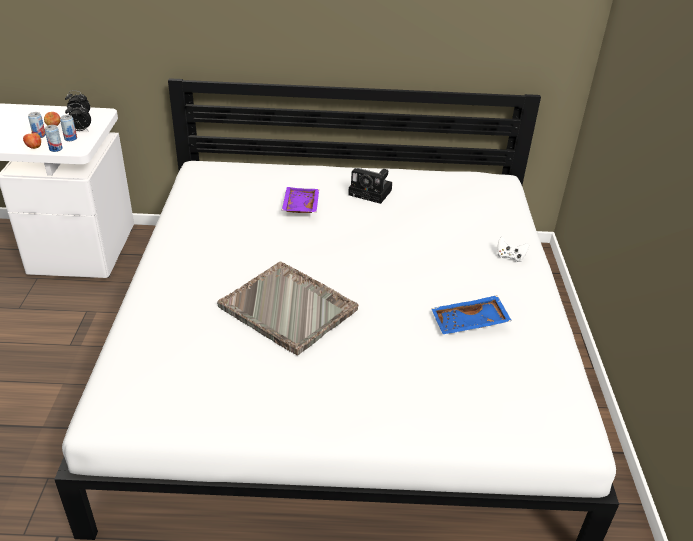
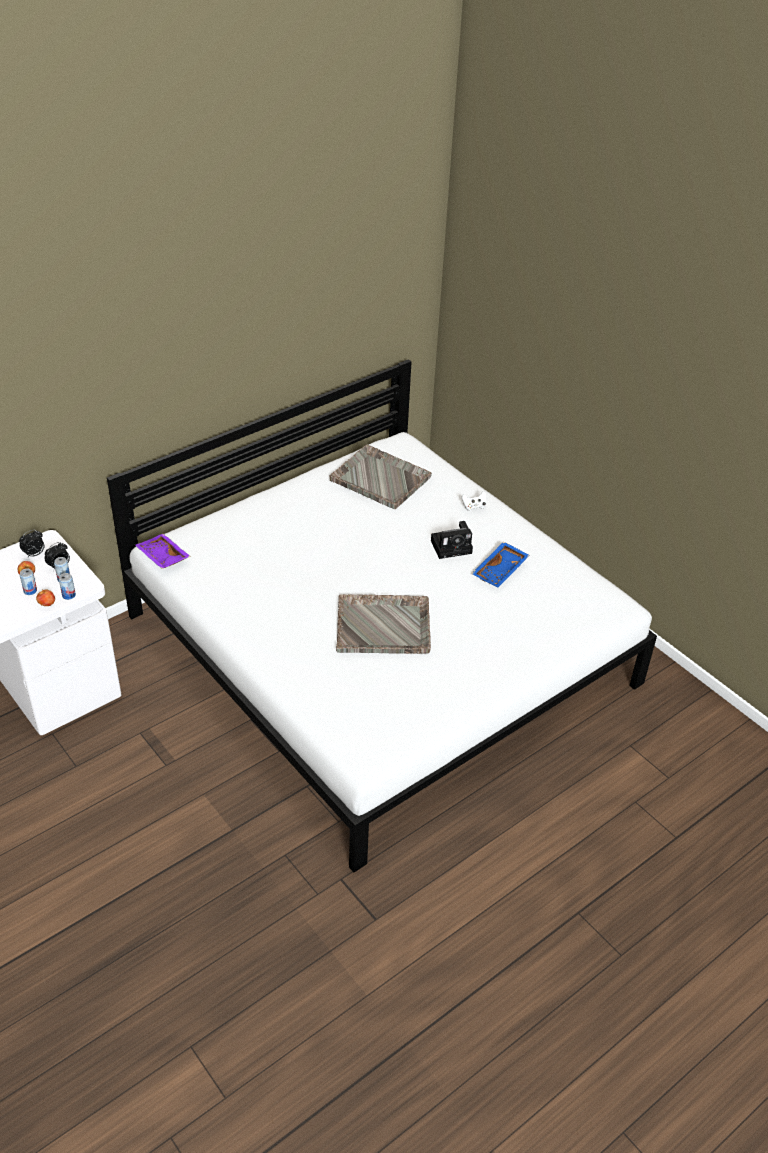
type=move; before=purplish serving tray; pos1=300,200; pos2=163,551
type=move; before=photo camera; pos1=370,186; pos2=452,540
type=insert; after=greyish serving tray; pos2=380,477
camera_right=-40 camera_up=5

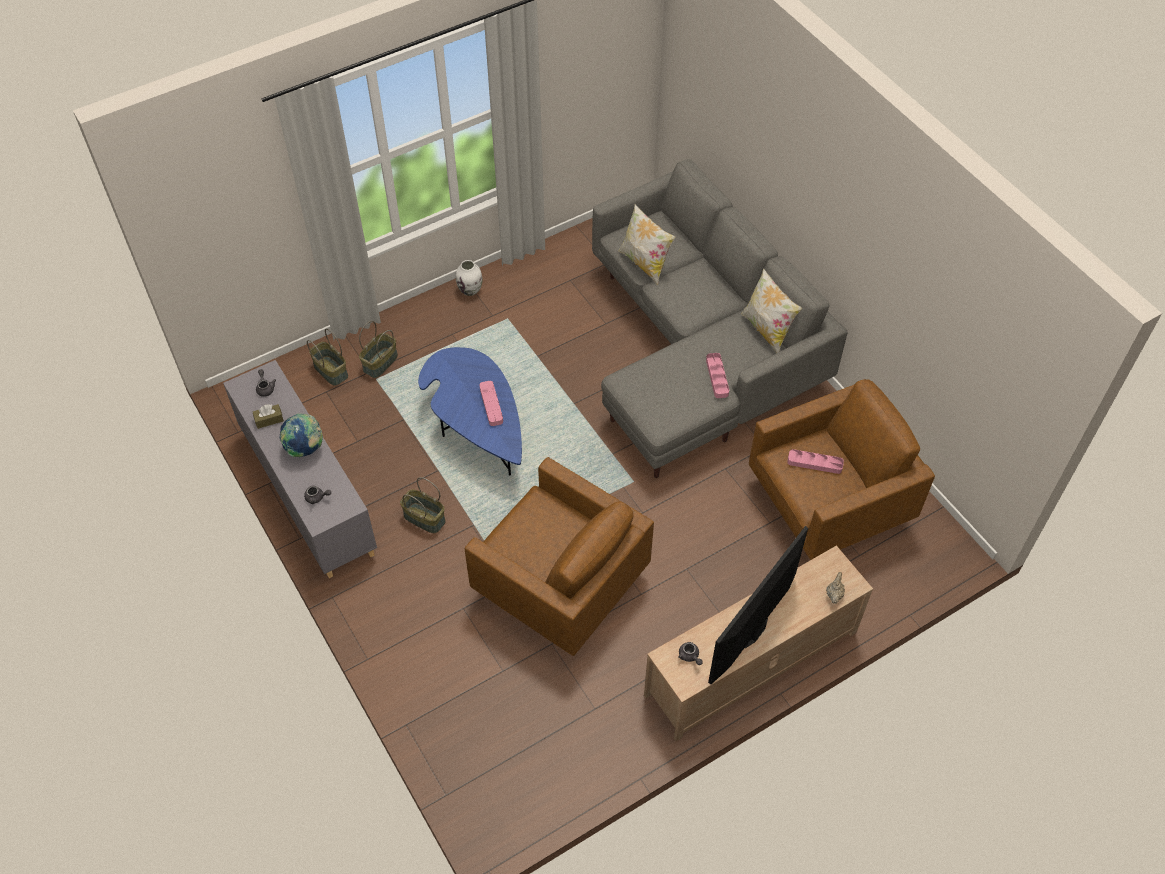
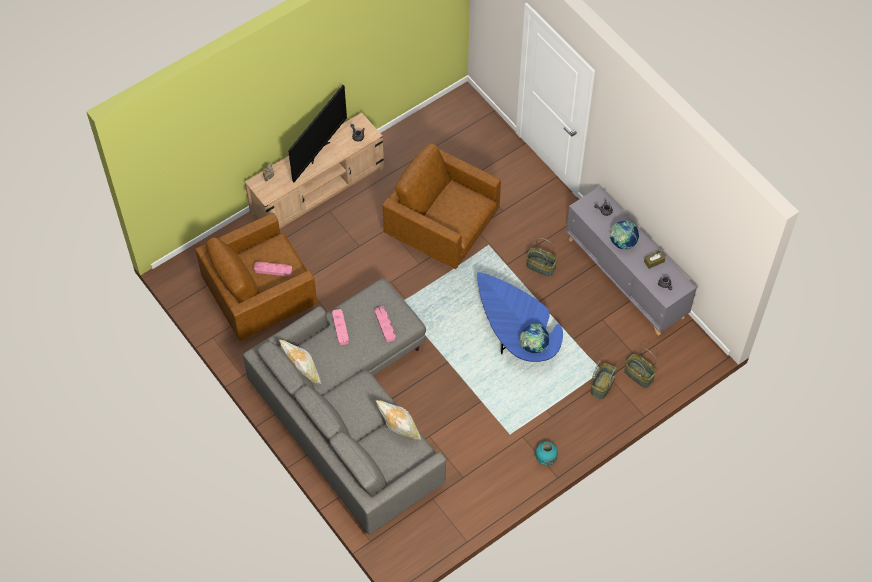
type=recolor; before=white vase; after=blue-green vase; pos1=469,278; pos2=546,453
type=move; before=pink-coloured serving tray; pos1=491,403; pos2=385,324
type=insert; after=desk globe; pos2=534,338
camera_right=175 camera_up=5

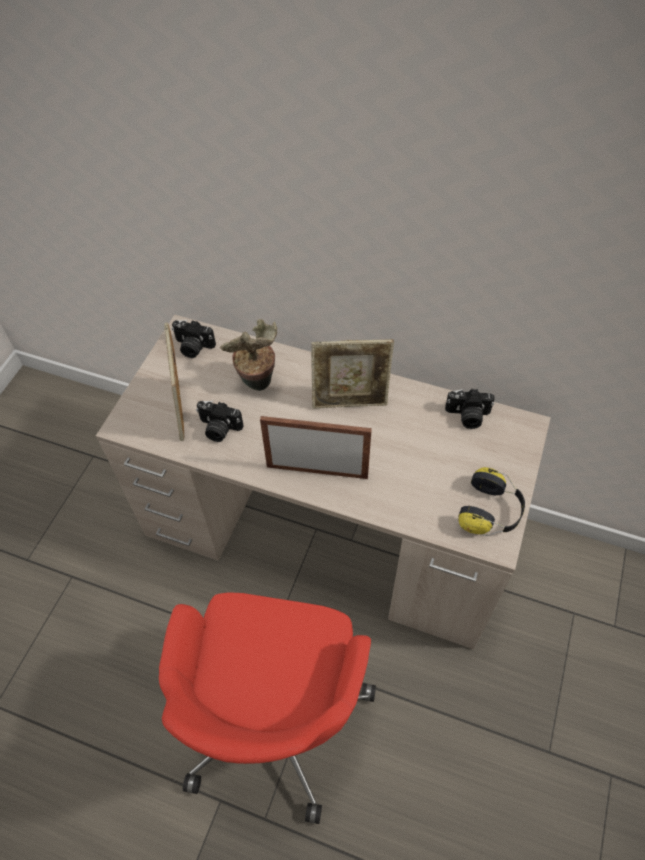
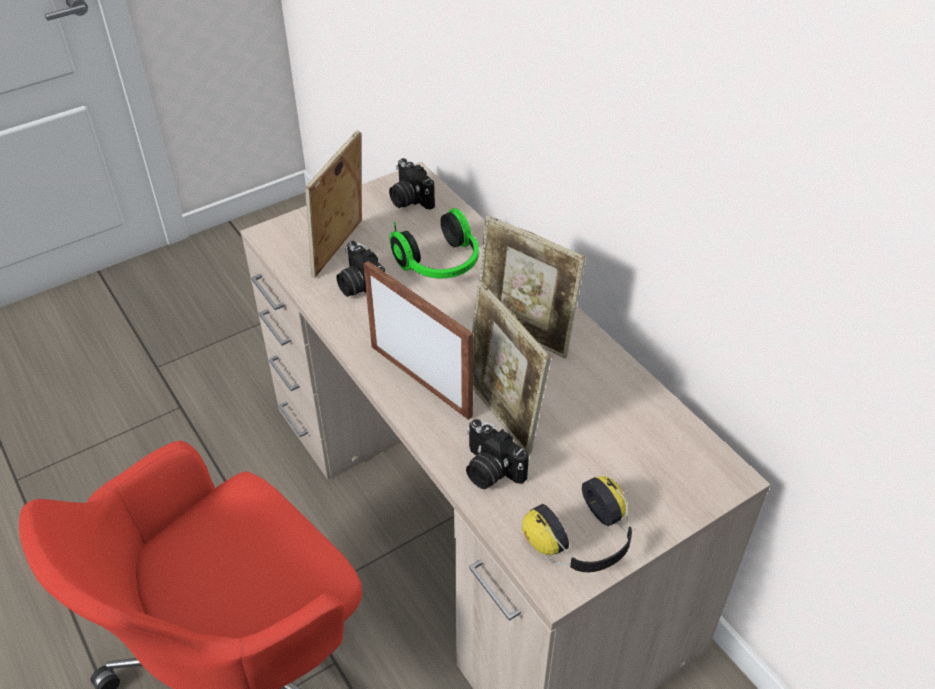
type=replace; before=potted plant; after=pair of headphones; pos1=248,355; pos2=434,243
type=move; before=photo camera; pos1=469,409; pos2=497,454
type=insert; after=standing frame; pos2=511,368
camera_right=35 camera_up=-10

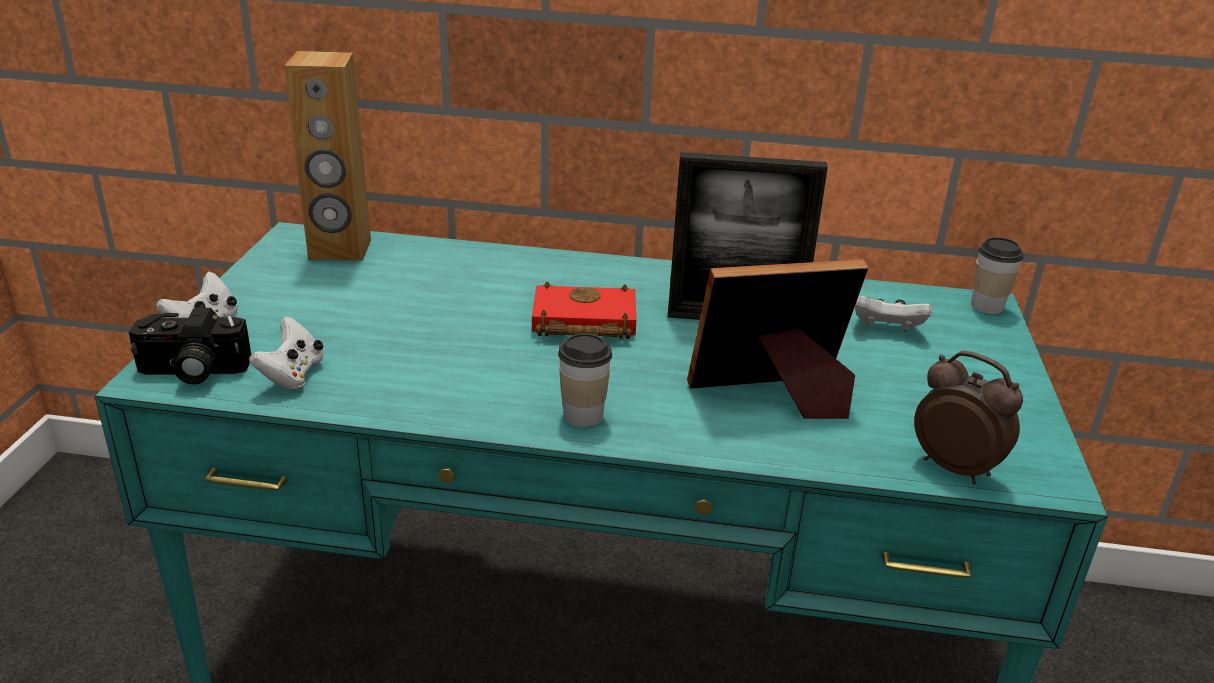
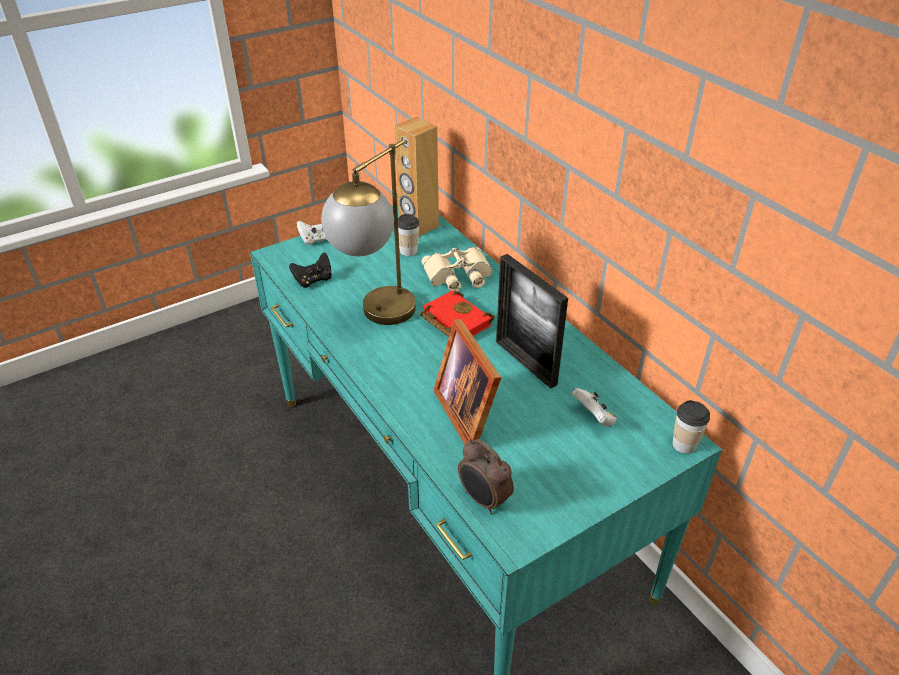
type=delete; before=photo camera; pos1=190,346
type=recolor; before=white game controller; after=black game controller; pos1=286,353; pos2=310,270
type=move; before=small cup; pos1=585,380; pos2=409,235
type=rotate; before=standing frame; pos1=777,339; pos2=467,382; turn=-150
type=rotate; before=table clock; pos1=968,417; pos2=486,476; turn=135
type=insert; after=table lamp; pos2=368,232
type=insert; after=beige-coloured pair of binoculars; pos2=457,269
camera_right=50 camera_up=10

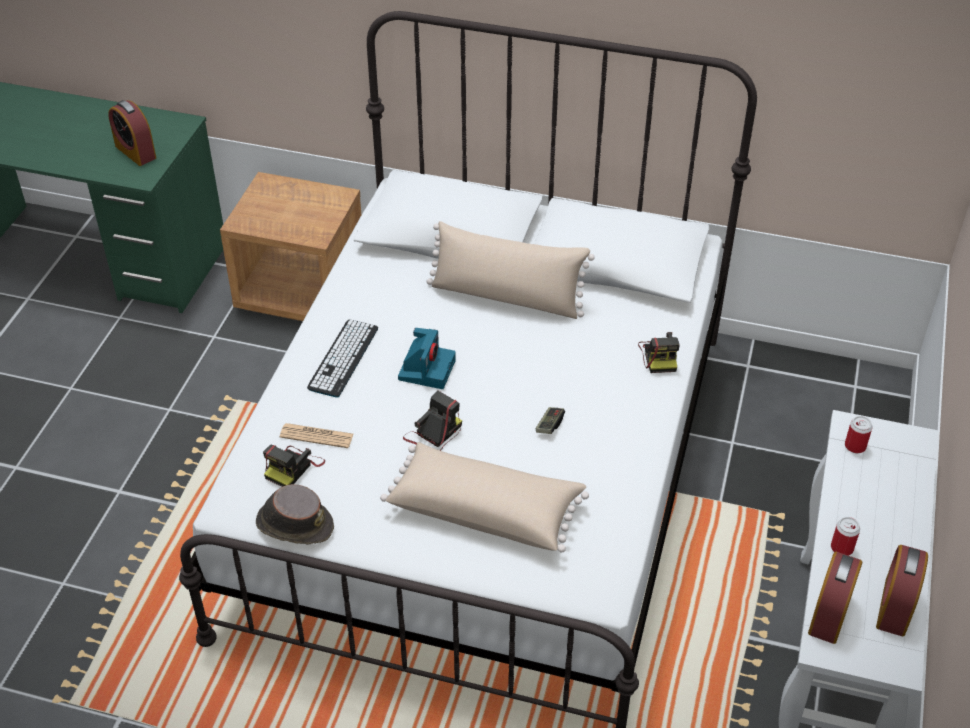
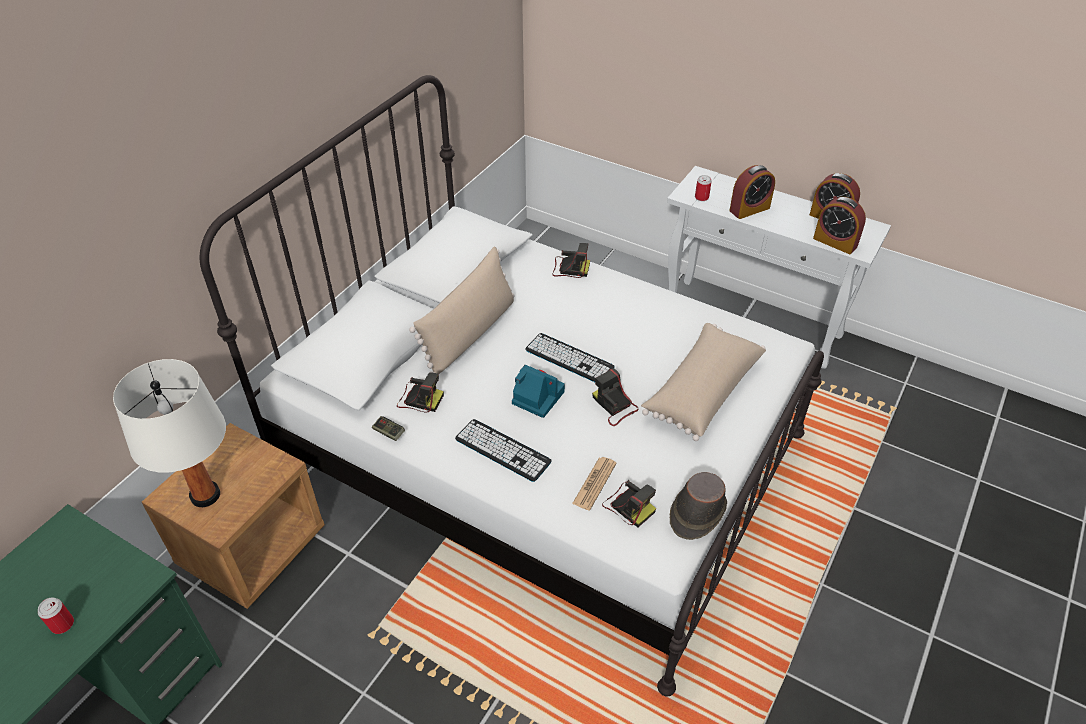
type=move; before=table clock; pos1=132,133; pos2=752,192
type=move; before=game controller; pos1=550,420; pos2=388,428
type=move; before=sealed can; pos1=845,536; pos2=56,616
type=insert; after=white table lamp; pos2=169,433
type=insert; after=photo camera; pos2=420,392
type=insert; after=keyboard; pos2=569,357
camera_right=-75 camera_up=0

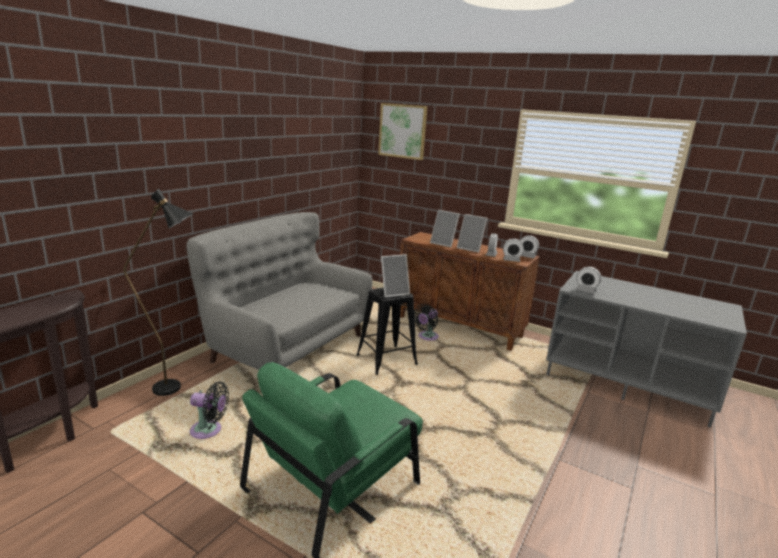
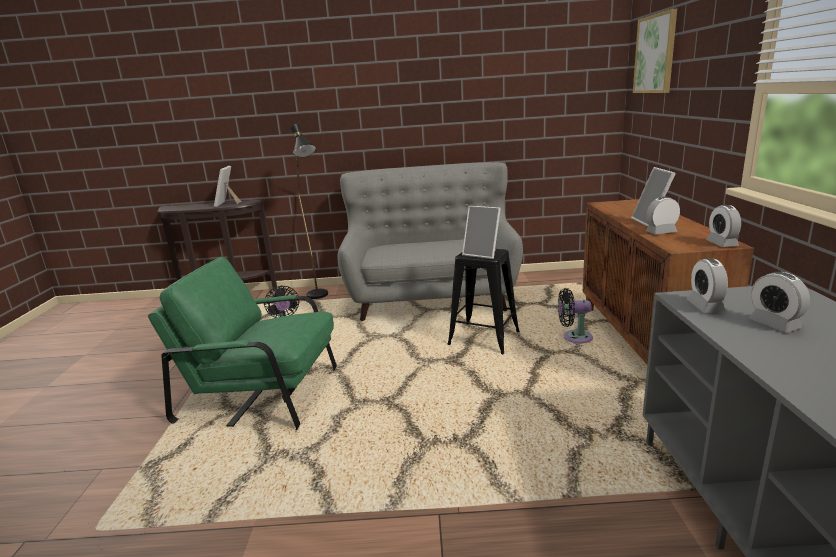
type=move; before=standing frame; pos1=445,228; pos2=227,186
type=move; before=table clock; pos1=513,250; pos2=779,302
camera_right=60 camera_up=0

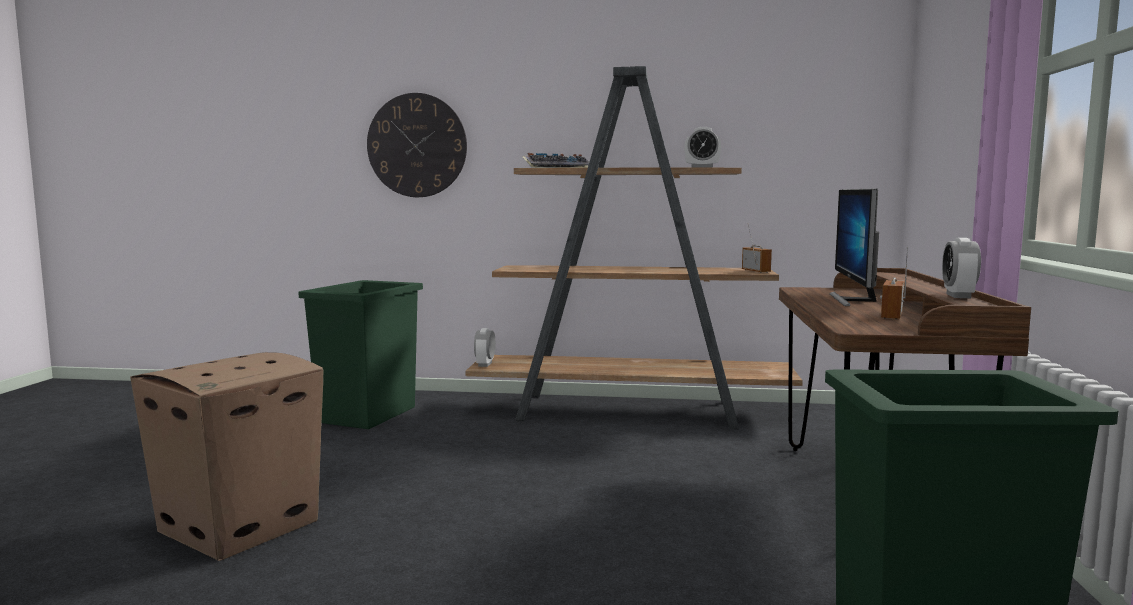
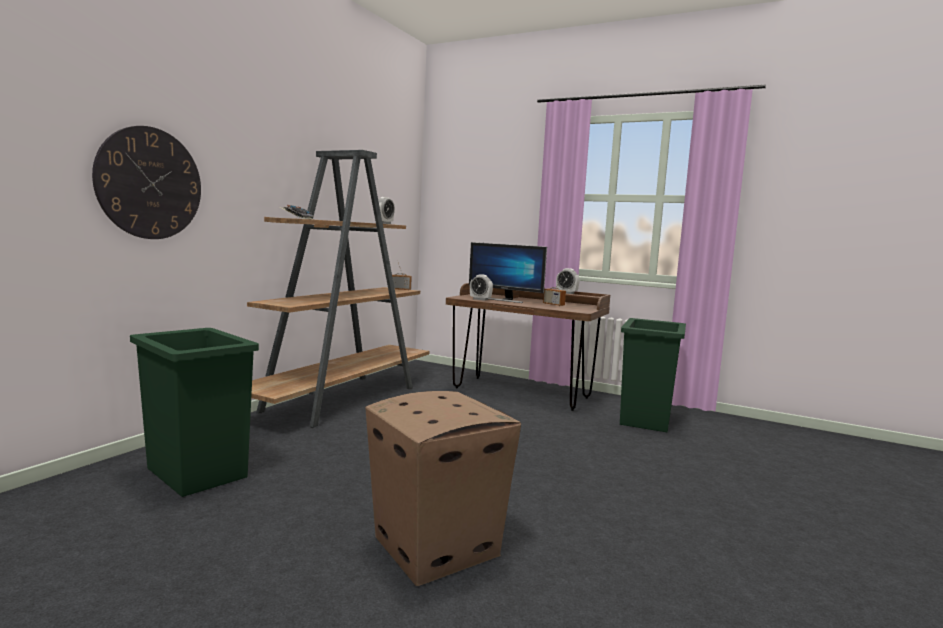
type=move; before=table clock; pos1=485,347; pos2=481,287
camera_right=-70 camera_up=0

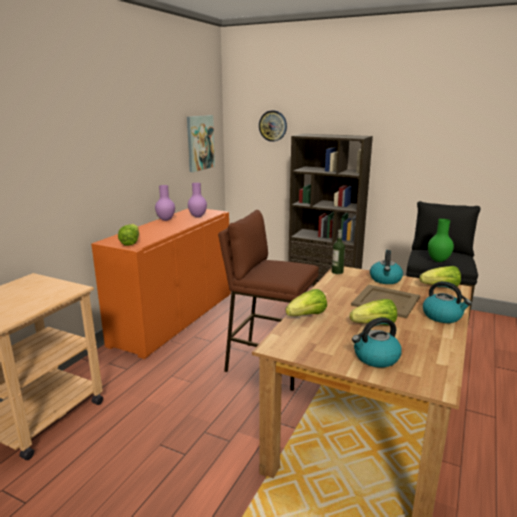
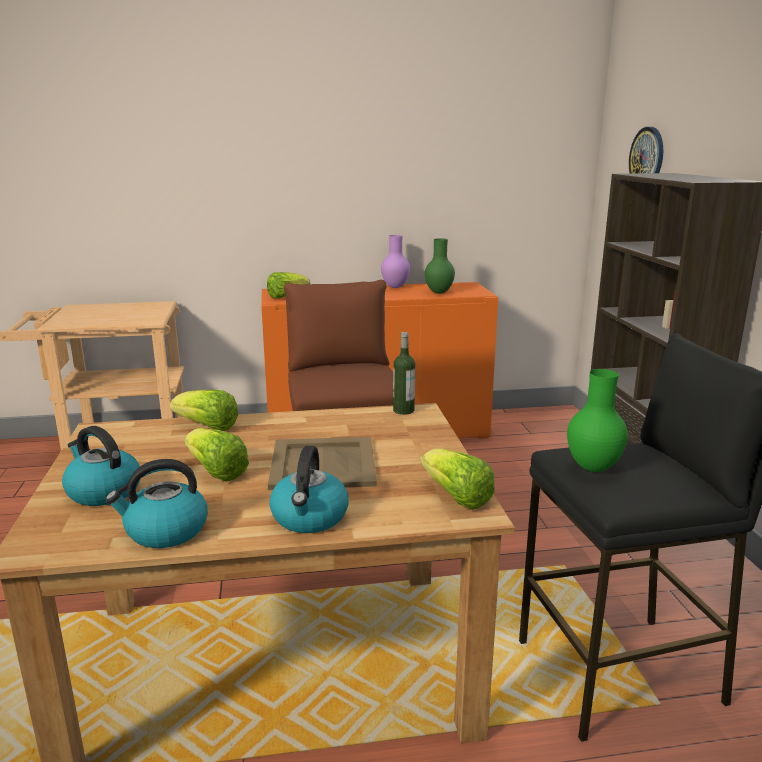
type=delete; before=wall picture; pos1=201,143
type=recolor; before=purplish vase; after=green vase; pos1=197,200; pos2=440,266
type=move; before=tea kettle; pos1=386,267; pos2=156,503
camera_right=55 camera_up=0

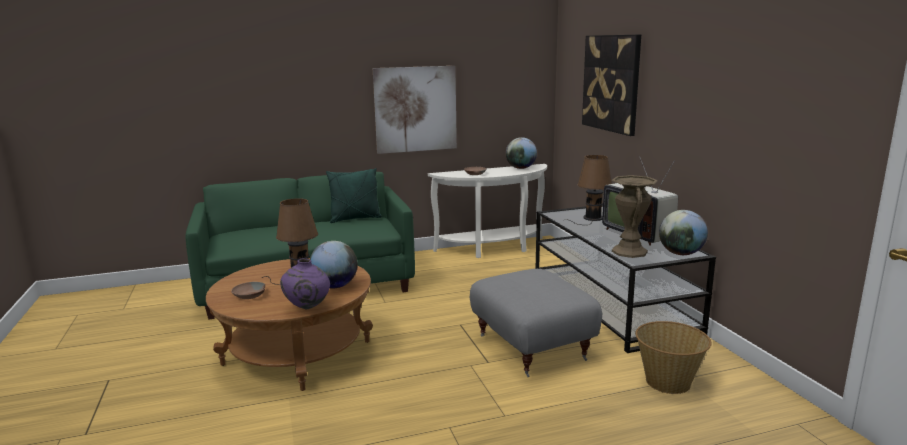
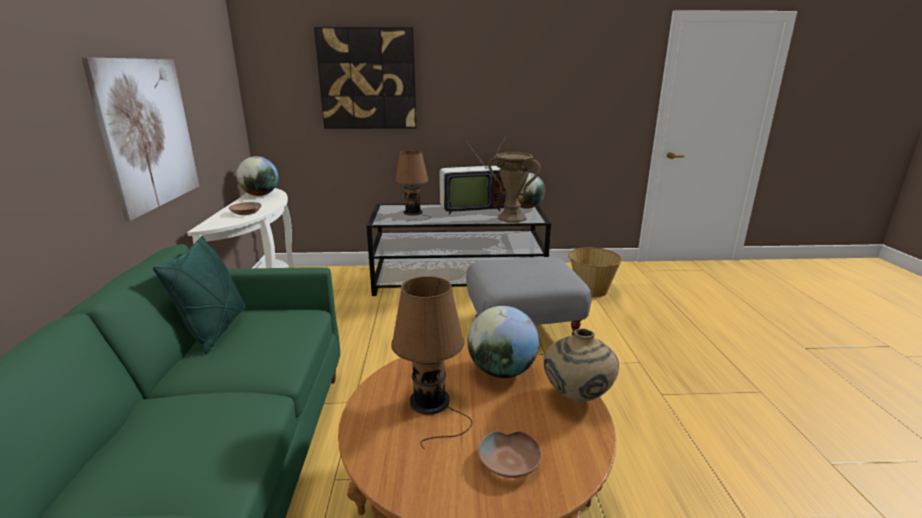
type=recolor; before=purplish vase; after=beige-coloured vase; pos1=305,283; pos2=581,365
camera_right=-75 camera_up=5

